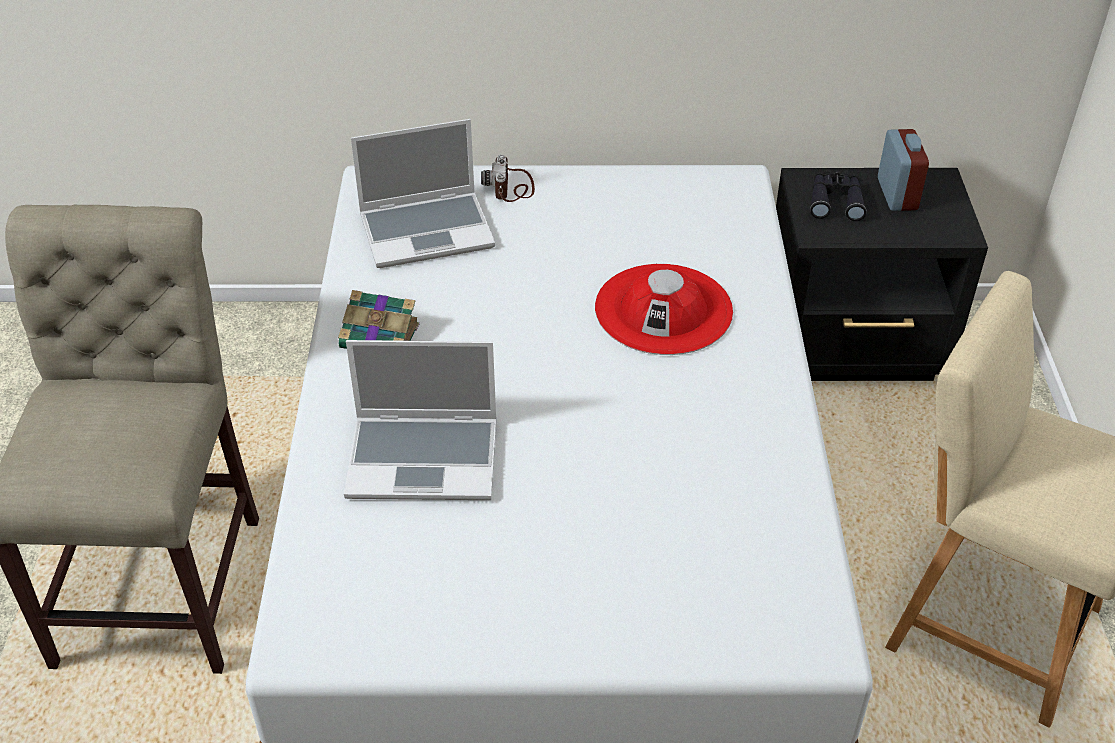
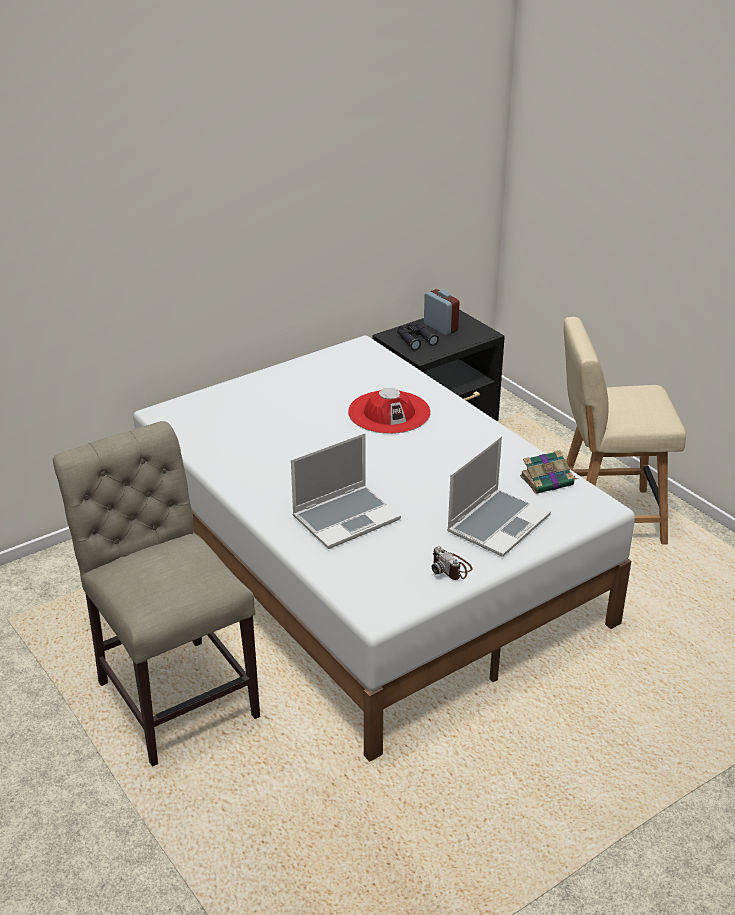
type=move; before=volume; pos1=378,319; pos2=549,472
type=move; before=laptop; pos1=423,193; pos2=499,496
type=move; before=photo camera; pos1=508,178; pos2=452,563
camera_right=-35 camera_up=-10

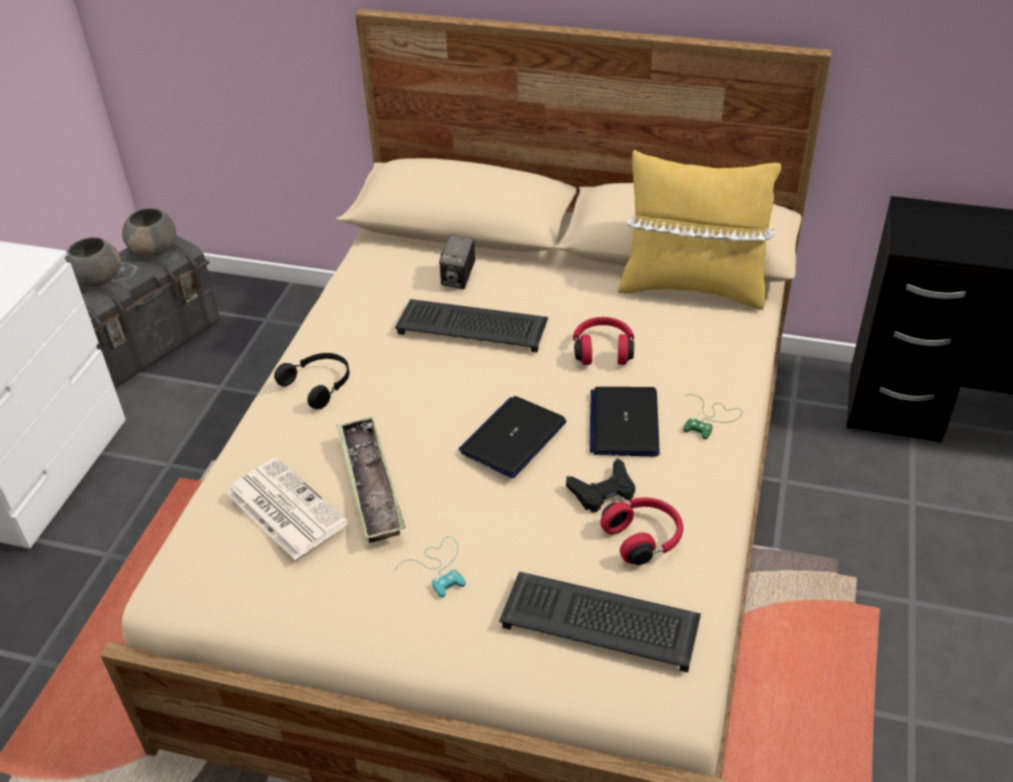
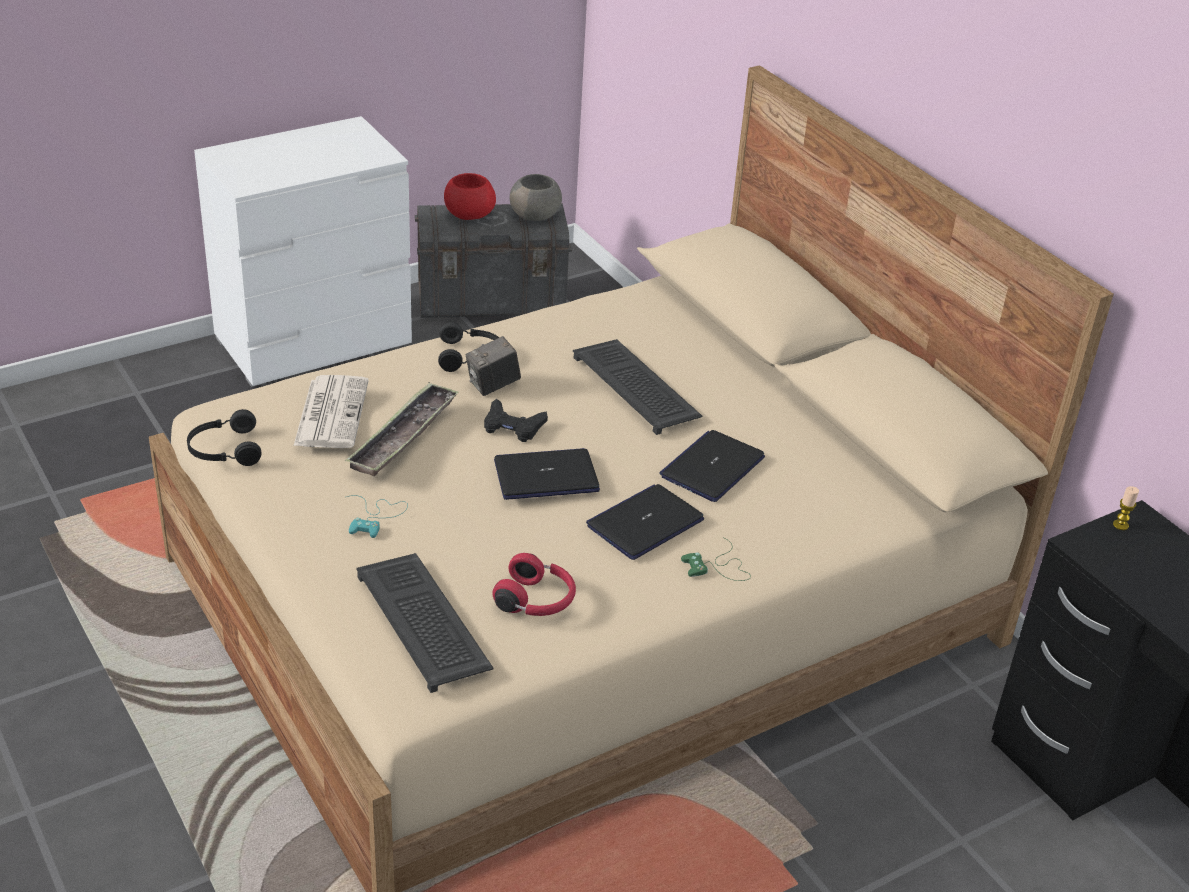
type=recolor; before=greyish serving bowl; after=reddish serving bowl; pos1=93,262; pos2=470,196
type=move; before=photo camera; pos1=457,261; pos2=493,366
type=move; before=black game controller; pos1=600,485; pos2=516,420
type=replace; before=reddish pair of headphones; after=laptop; pos1=603,341; pos2=712,466
type=delete; before=yellow-coloured cushion; pos1=699,230
type=insert; after=black pair of headphones; pos2=224,437
type=insert; after=wax candle; pos2=1126,508
camera_right=40 camera_up=-5

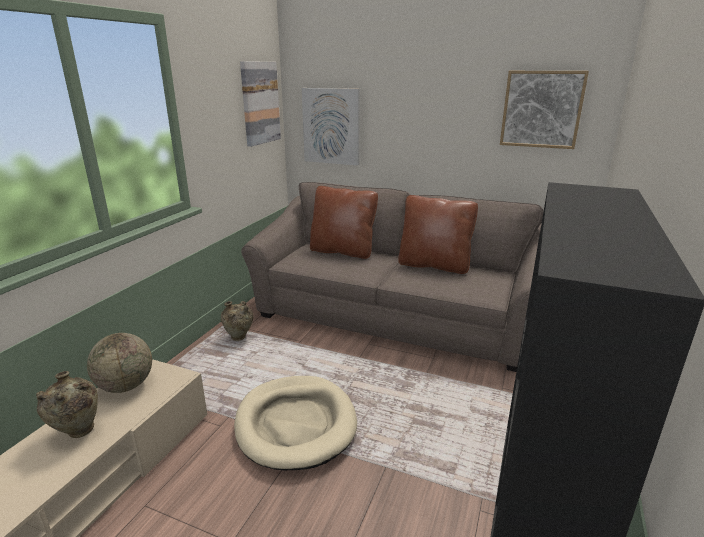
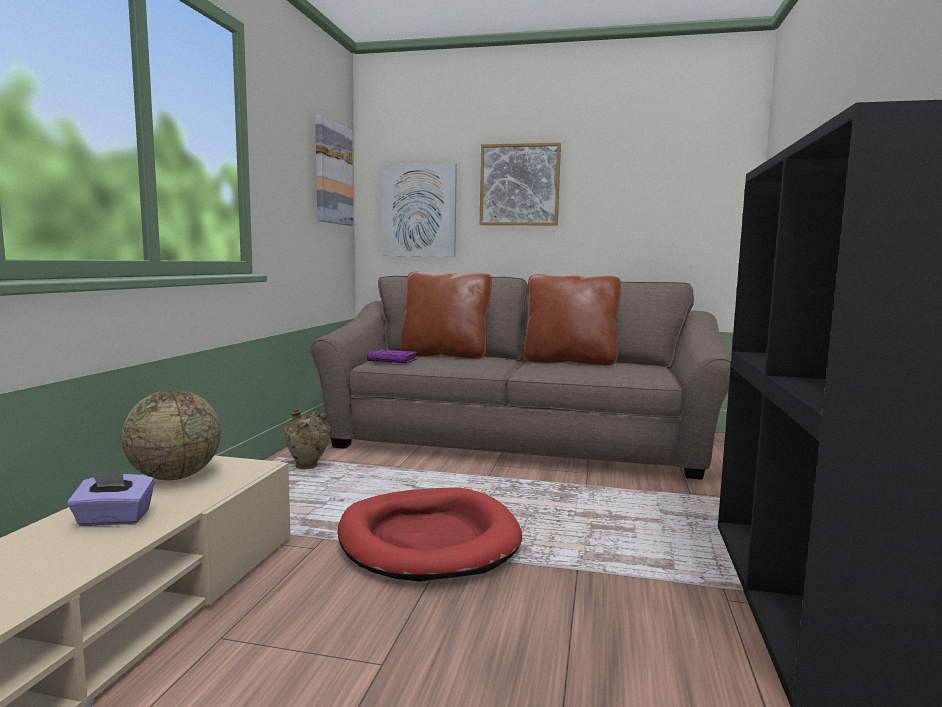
type=replace; before=beige-coloured vase; after=purplish tissue box; pos1=67,404; pos2=111,498
type=recolor; before=beige-coloured pet bed; after=reddish pet bed; pos1=295,423; pos2=430,535
type=move; before=wall picture; pos1=544,110; pos2=520,184
type=insert; after=purplish volume; pos2=392,356
camera_right=-10 camera_up=-15

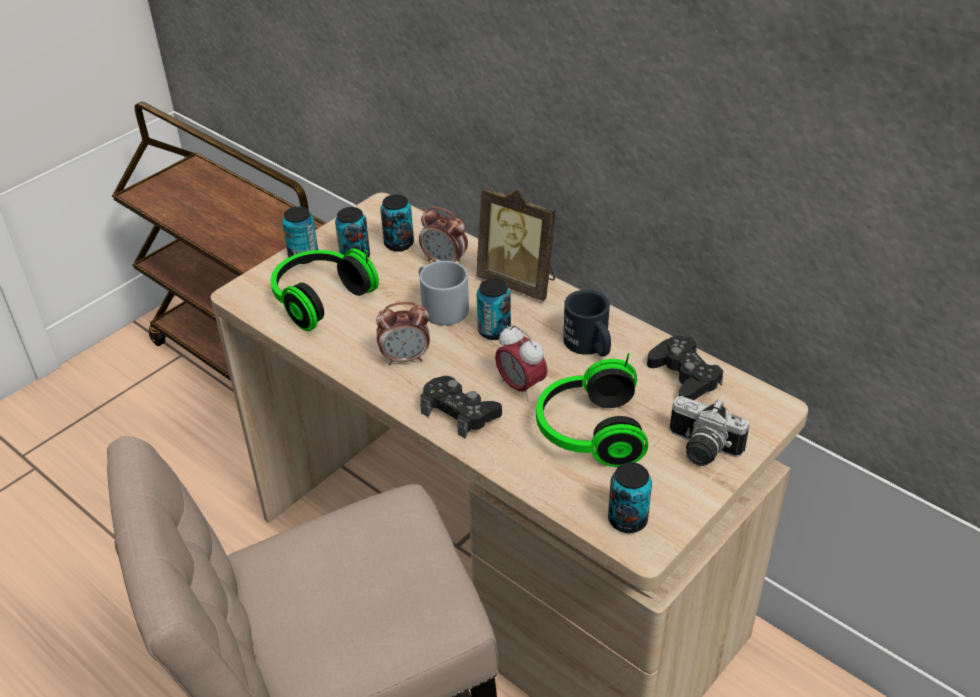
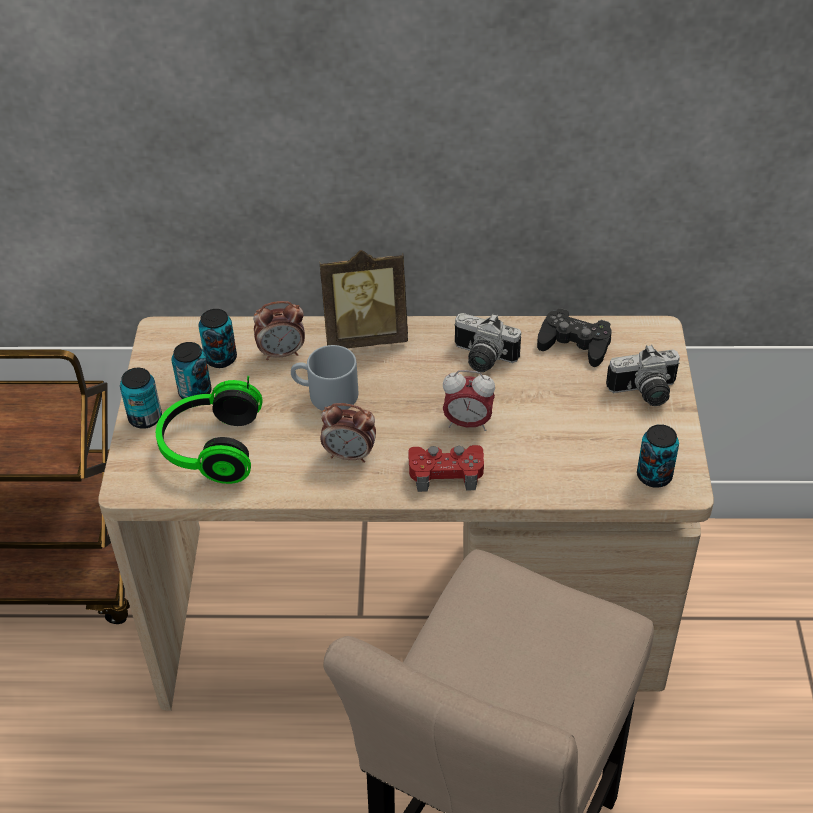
type=rotate; before=table clock; pos1=403,333; pos2=348,433; turn=60
type=recolor; before=black game controller; after=reddish game controller; pos1=461,407; pos2=446,468
type=delete; before=sealed can; pos1=494,309
type=delete; before=pair of headphones; pos1=592,410
type=replace; before=black tea mug; after=photo camera; pos1=587,323; pos2=488,342
camera_right=-40 camera_up=5

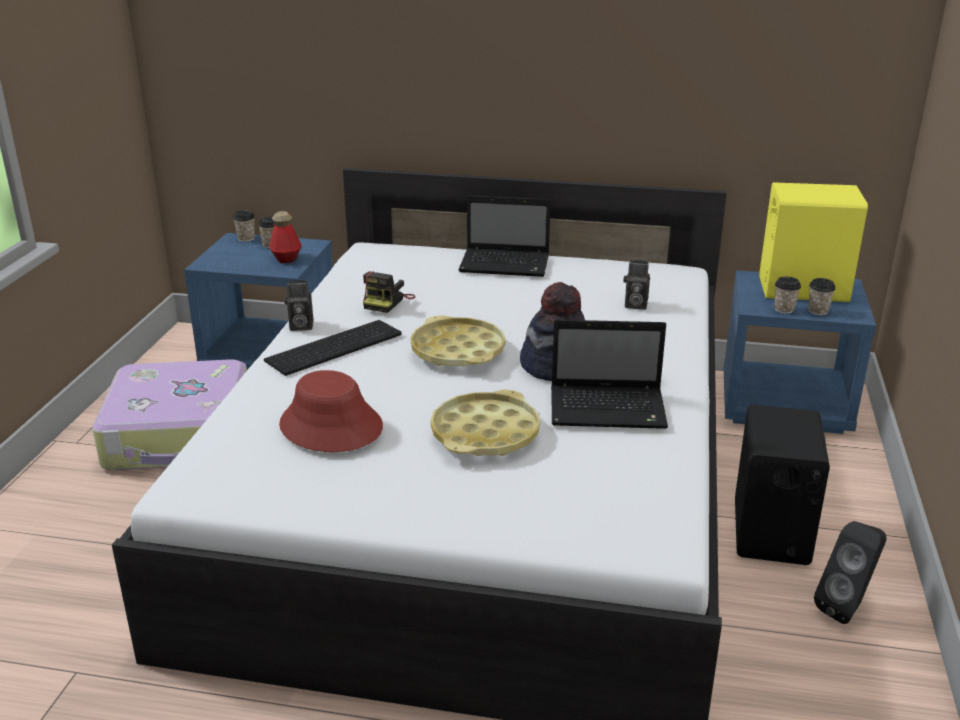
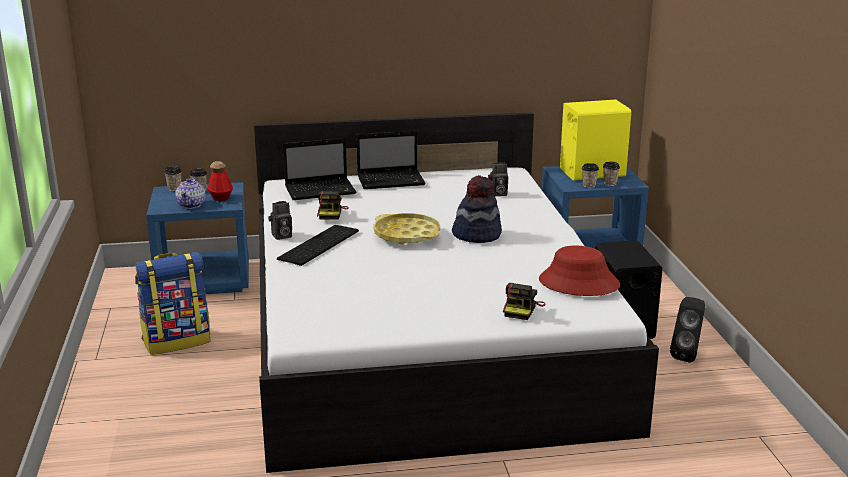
type=replace; before=travel case; after=rucksack; pos1=169,415; pos2=173,303
type=move; before=reddish wearable hat; pos1=331,411; pos2=579,271
type=delete; before=yellow-coloured serving tray; pos1=485,423
type=move; before=laptop; pos1=609,374; pos2=319,169
type=insert; after=pot for tea; pos2=190,193
type=insert; after=photo camera; pos2=524,301
camera_right=-20 camera_up=-5

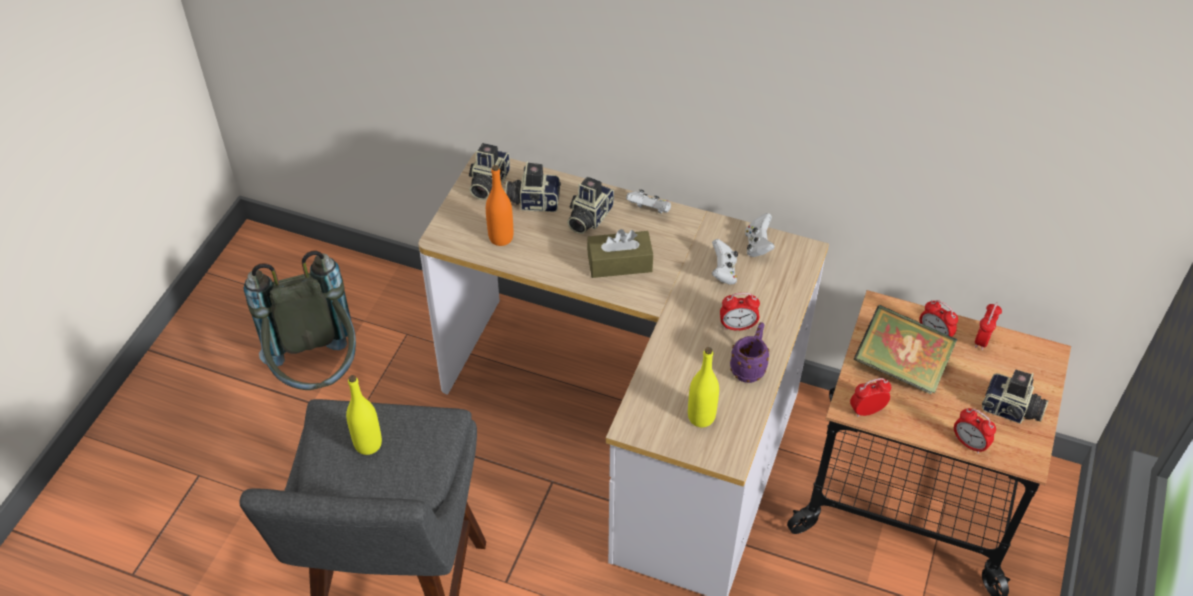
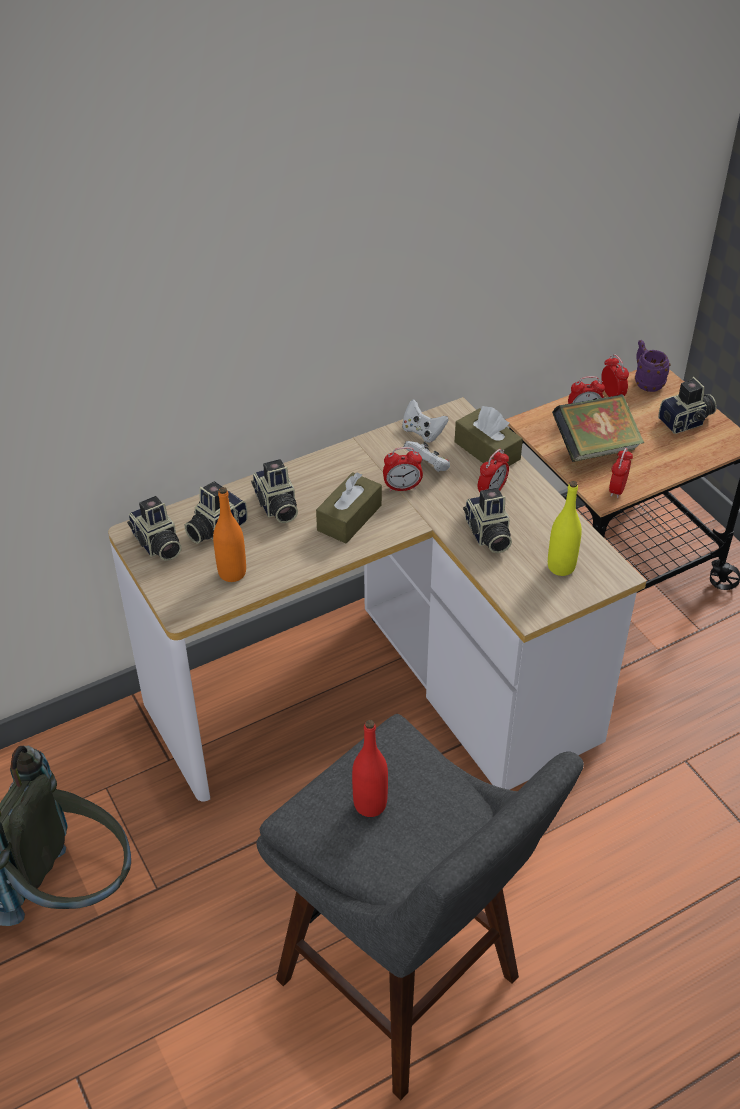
type=recolor; before=yellow-coloured beverage bottle; after=reddish beverage bottle; pos1=364,415; pos2=370,768
type=delete; before=white game controller; pos1=648,201
type=move; before=purplish tea mug; pos1=749,352; pos2=653,366
type=move; before=table clock; pos1=975,431; pos2=403,469
type=insert; after=brown tissue box; pos2=489,436
type=insert; after=photo camera; pos2=487,520
camera_right=-50 camera_up=-5

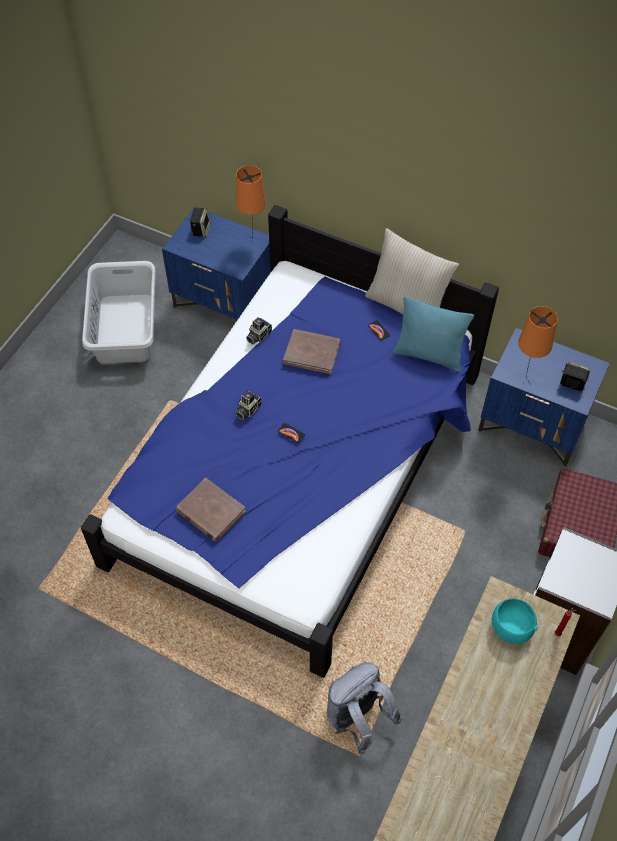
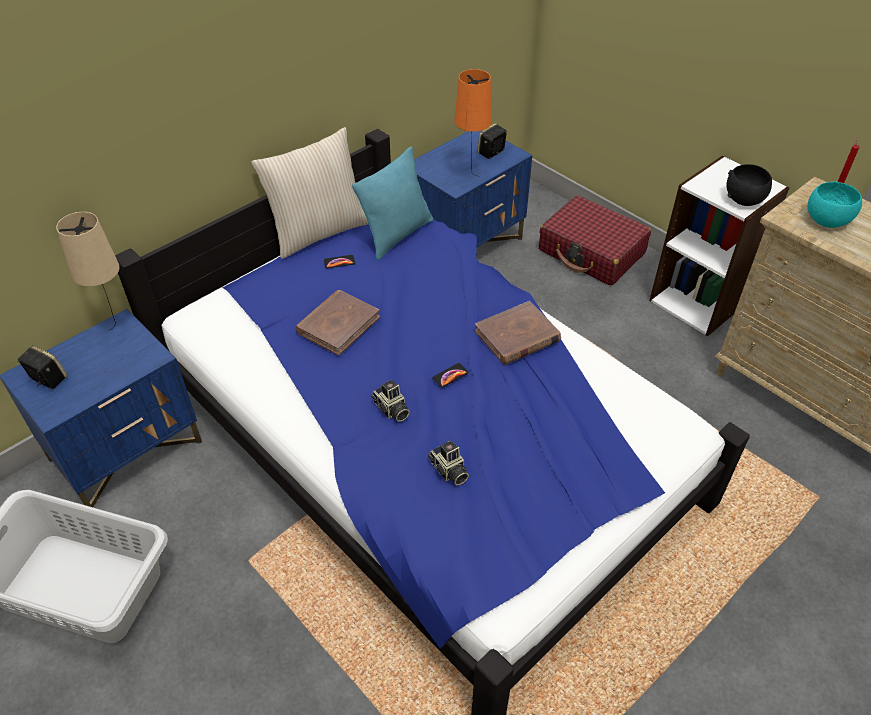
type=move; before=brown volume; pos1=211,510; pos2=518,333
type=recolor; before=orange-coloured table lamp; after=beige-coloured table lamp; pos1=251,196; pos2=88,271
type=move; before=photo camera; pos1=259,331; pos2=448,463
type=delete; before=greyish rucksack; pos1=364,708
type=insert; after=black serving bowl; pos2=749,185
camera_right=-70 camera_up=-10

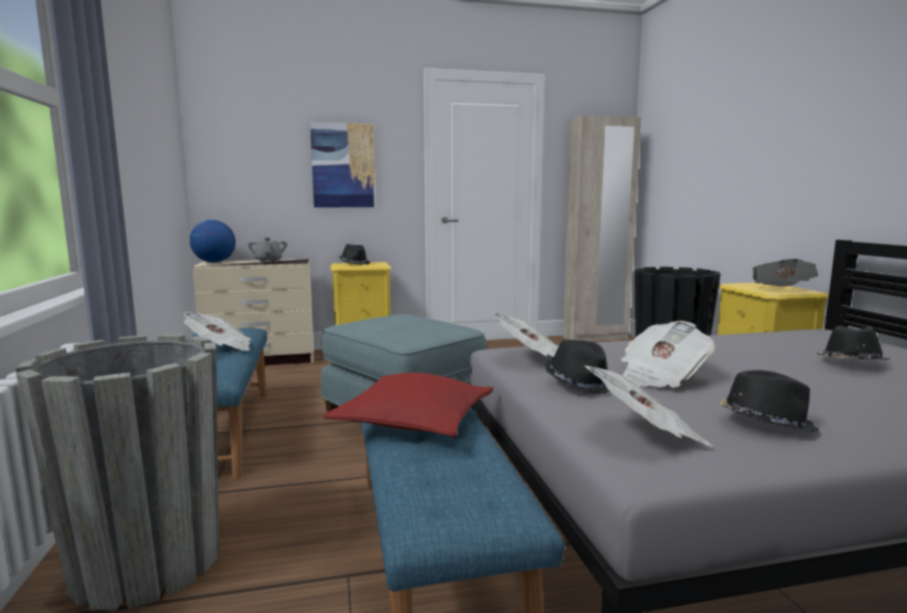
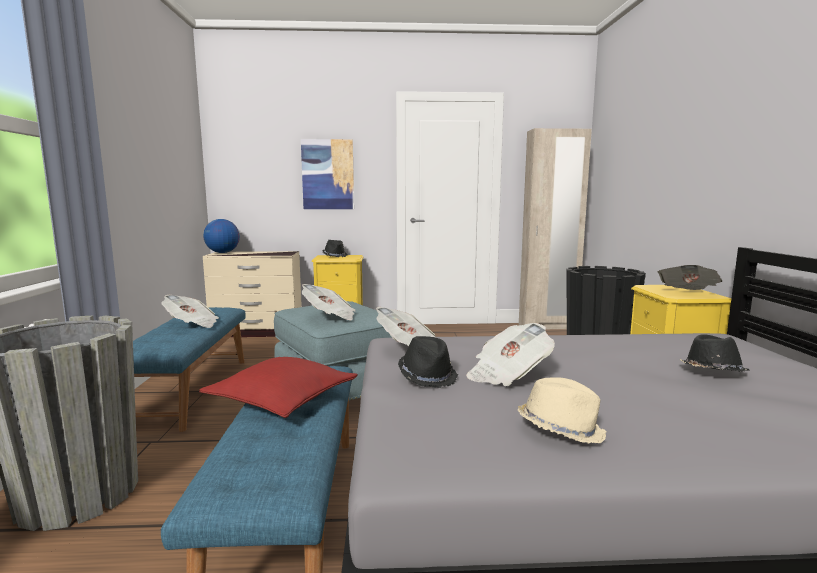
type=delete; before=greyish pot for tea; pos1=267,250
type=move; before=newspaper; pos1=648,405; pos2=328,302
type=recolor; before=black wearable hat; after=beige-coloured wearable hat; pos1=769,401; pos2=562,411
camera_right=10 camera_up=0

